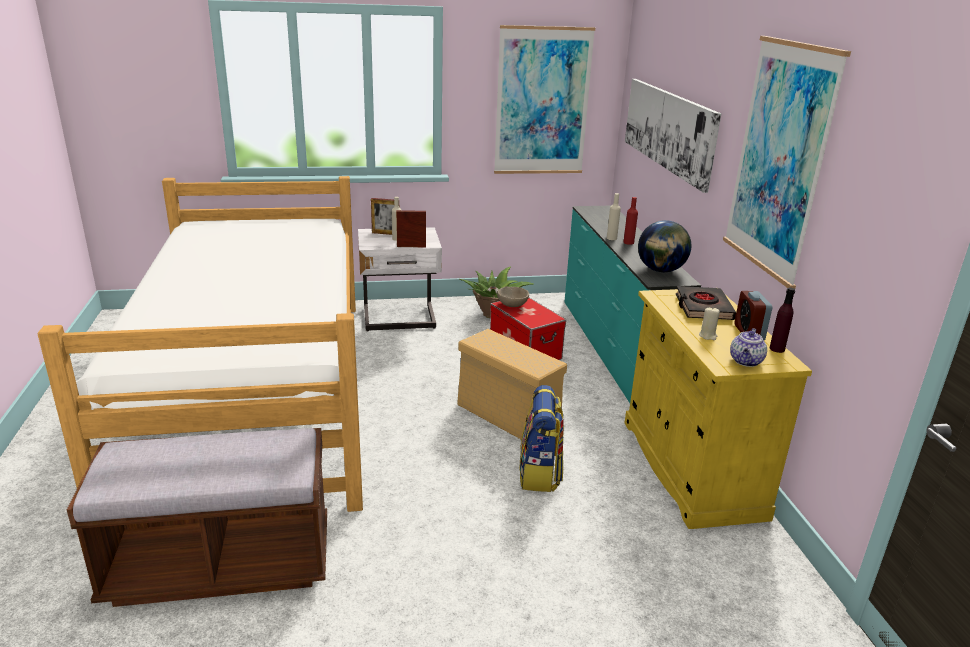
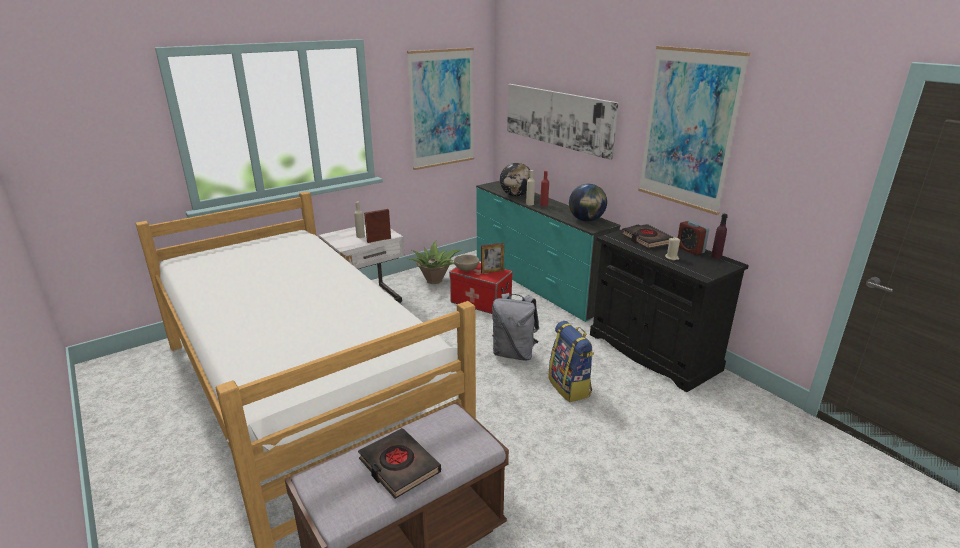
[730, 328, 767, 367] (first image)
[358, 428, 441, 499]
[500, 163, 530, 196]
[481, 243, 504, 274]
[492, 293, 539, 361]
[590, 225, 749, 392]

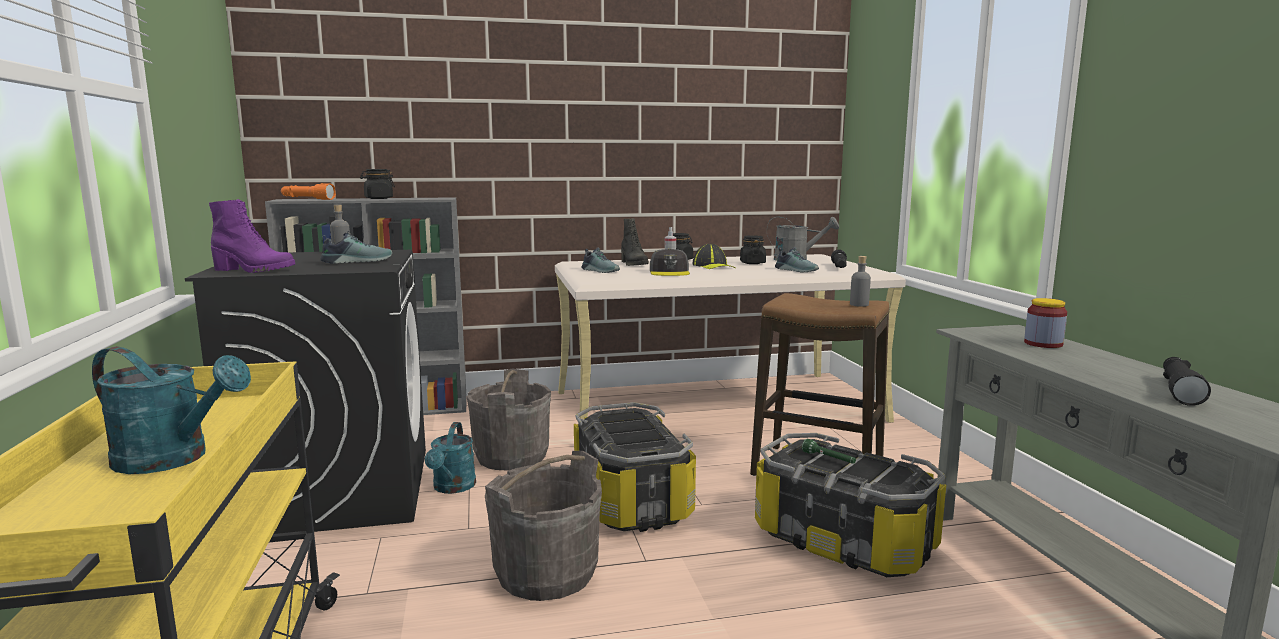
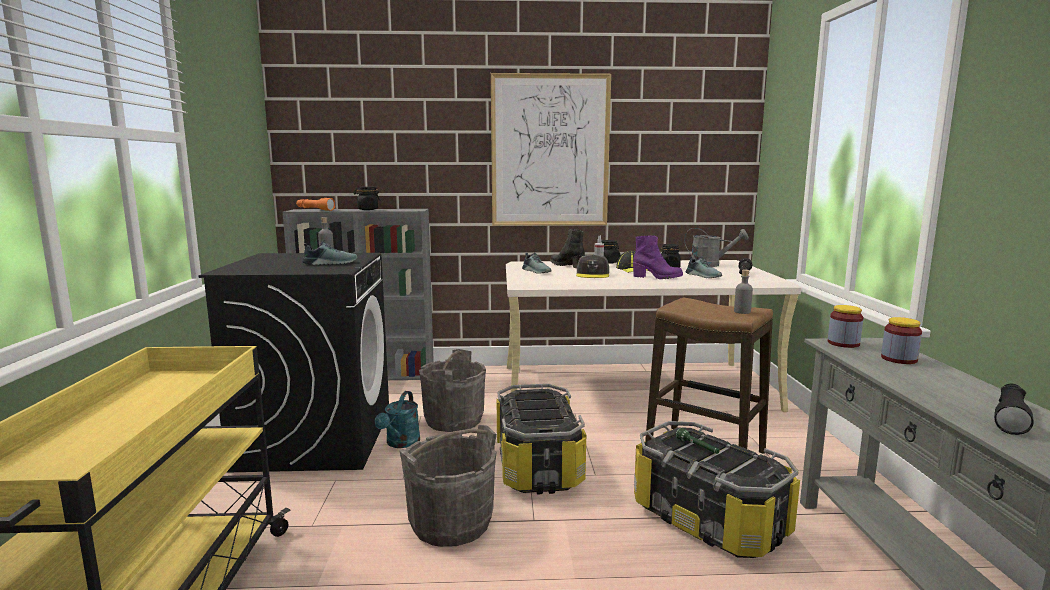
[92, 346, 251, 474] (first image)
[491, 73, 611, 226]
[828, 305, 863, 348]
[633, 235, 683, 279]
[550, 229, 585, 268]

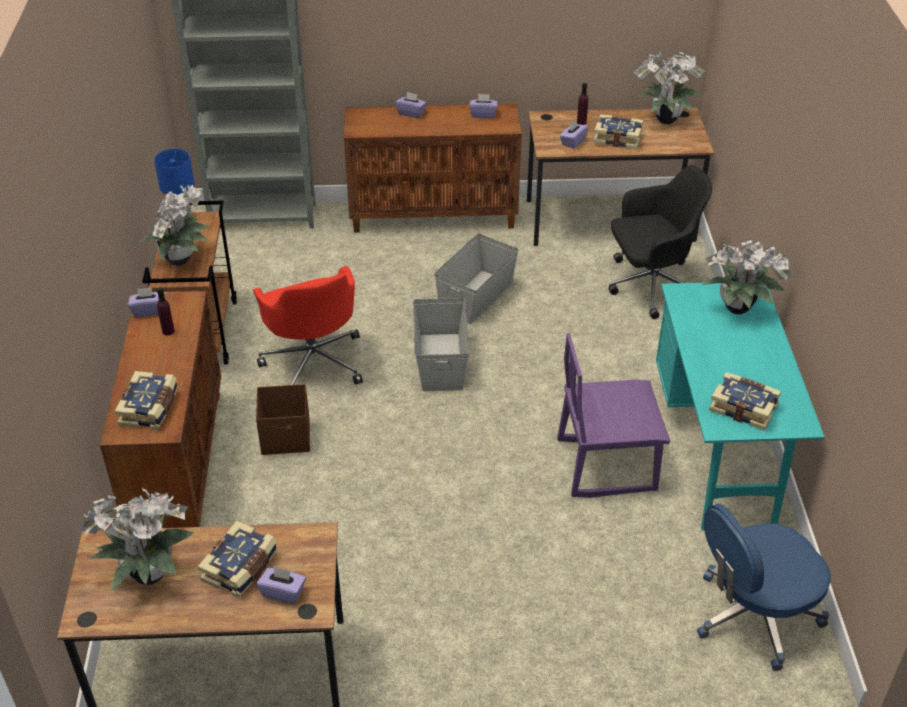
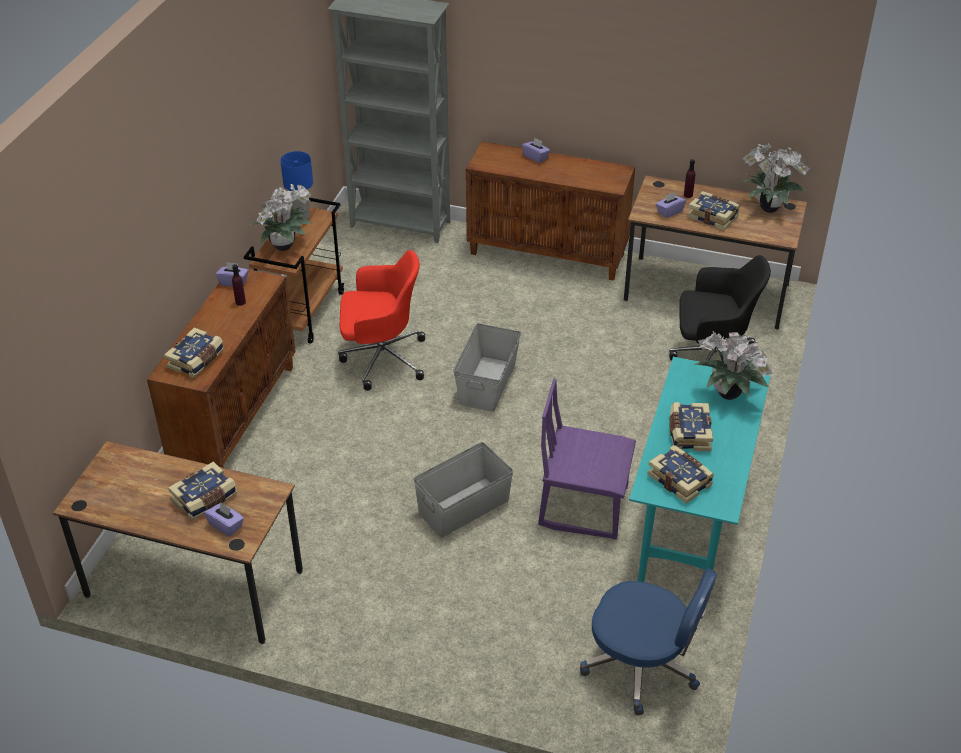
[77, 487, 195, 591] (first image)
[256, 384, 310, 455] (first image)
[469, 94, 498, 118] (first image)
[669, 402, 713, 451]
[414, 442, 513, 538]
[338, 250, 425, 391]
[580, 568, 717, 715]

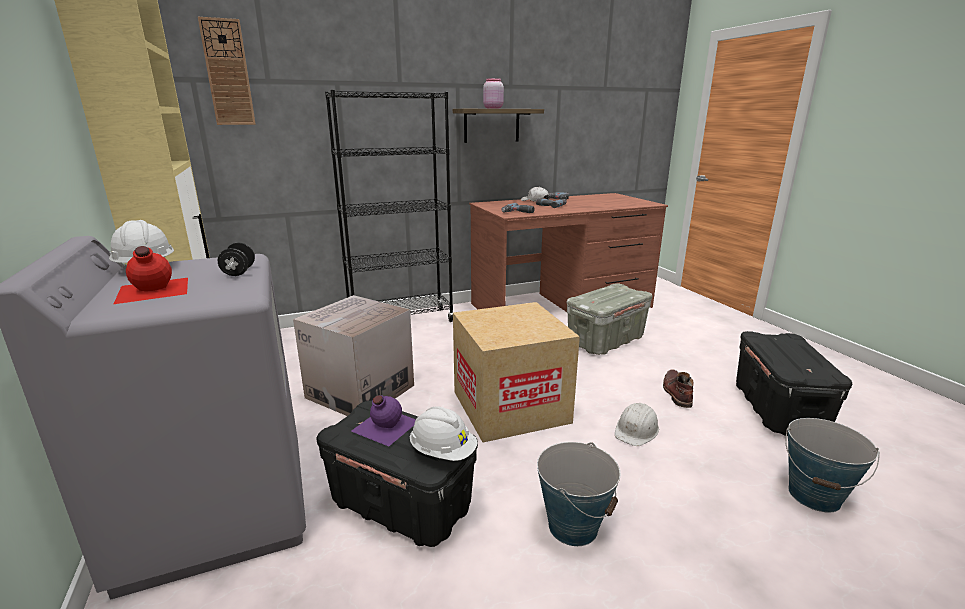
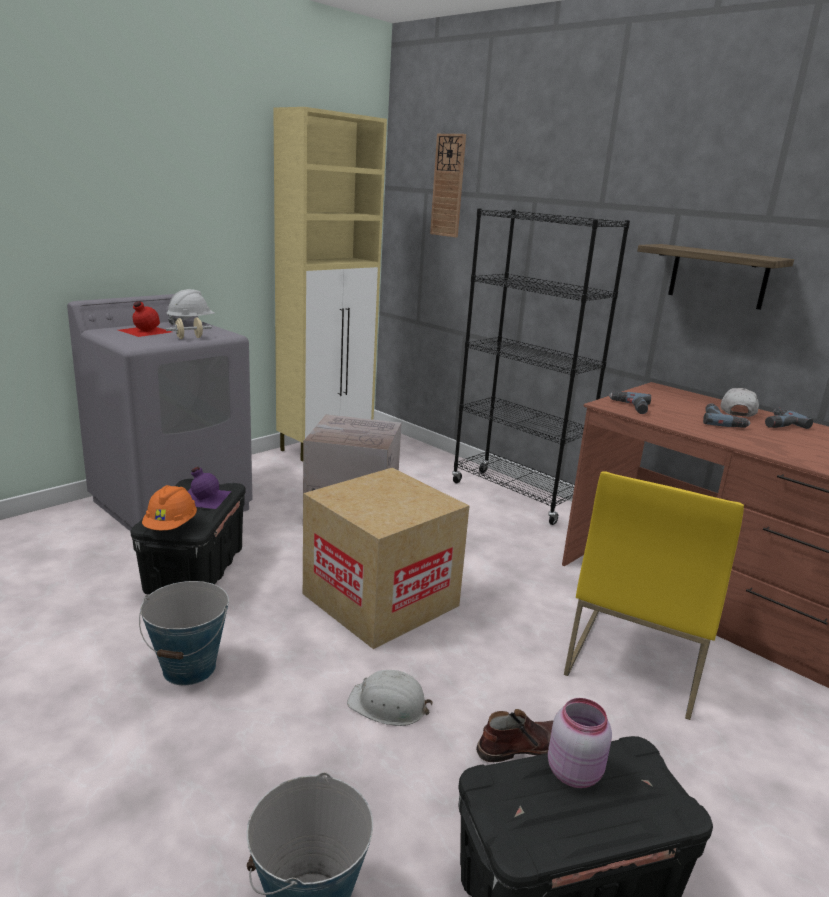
[548, 698, 612, 788]
[564, 471, 744, 720]
[166, 317, 212, 339]
[142, 485, 197, 530]

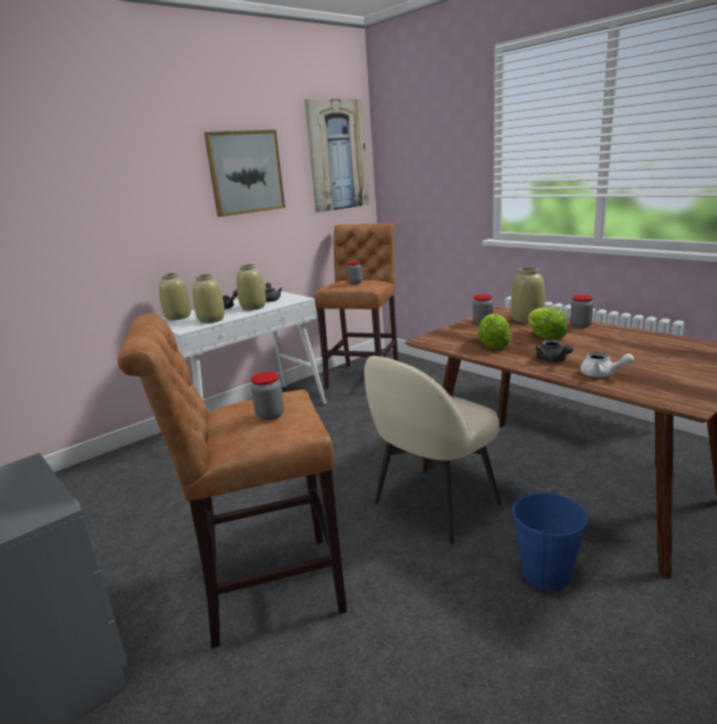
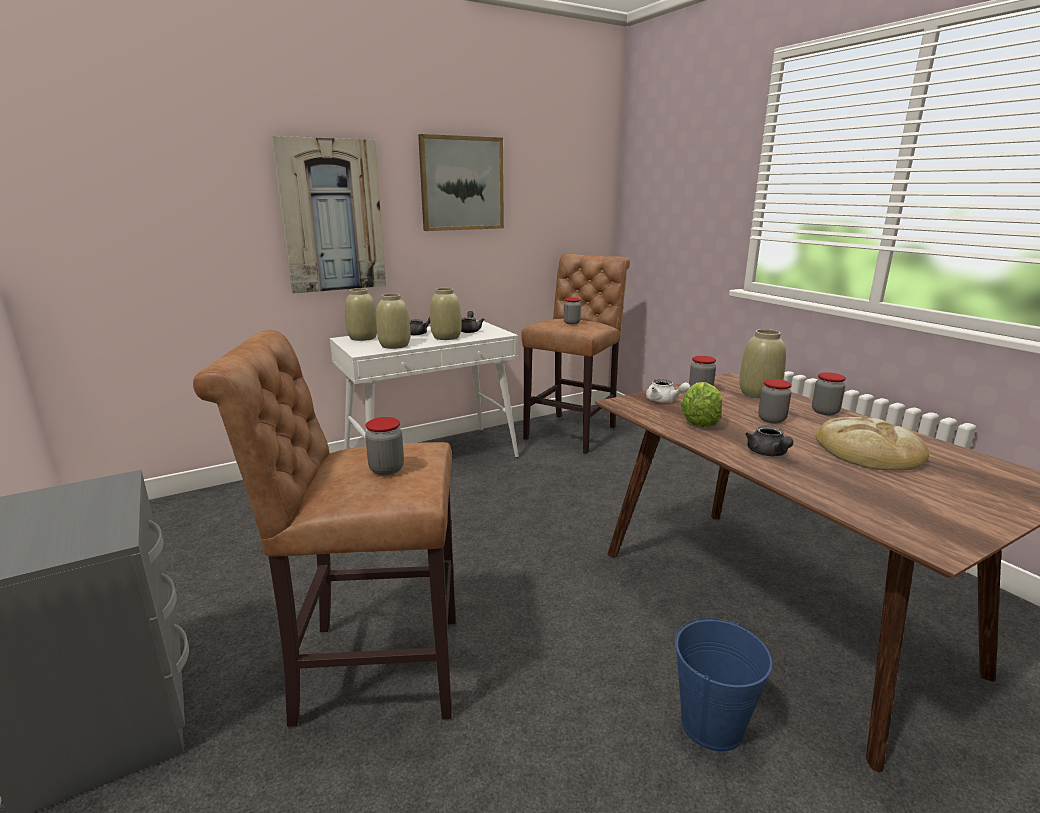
[364, 356, 502, 544] (first image)
[815, 417, 929, 471]
[271, 136, 386, 294]
[646, 379, 690, 403]
[758, 379, 792, 423]

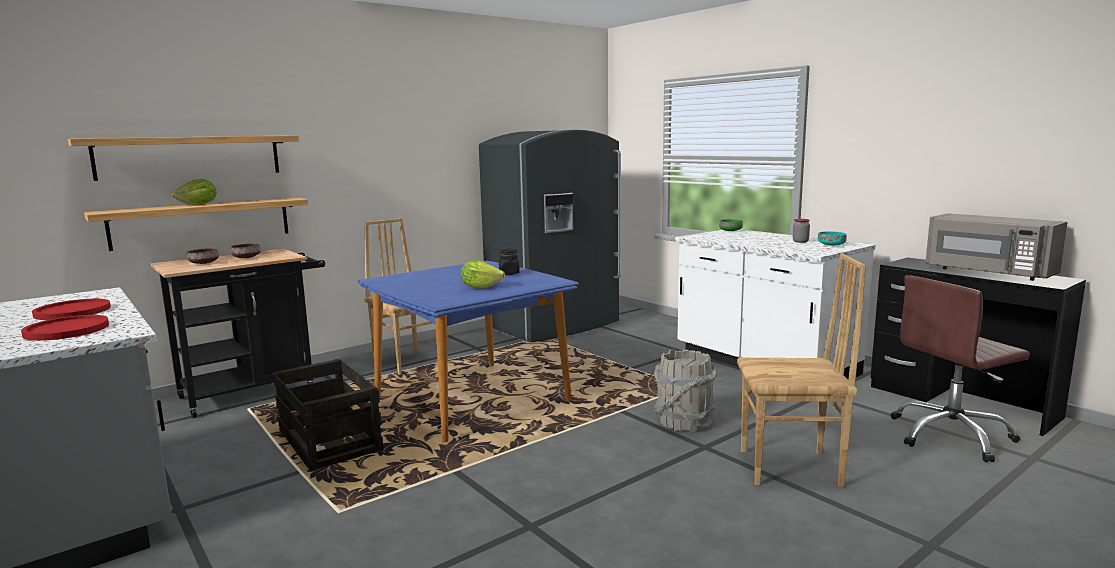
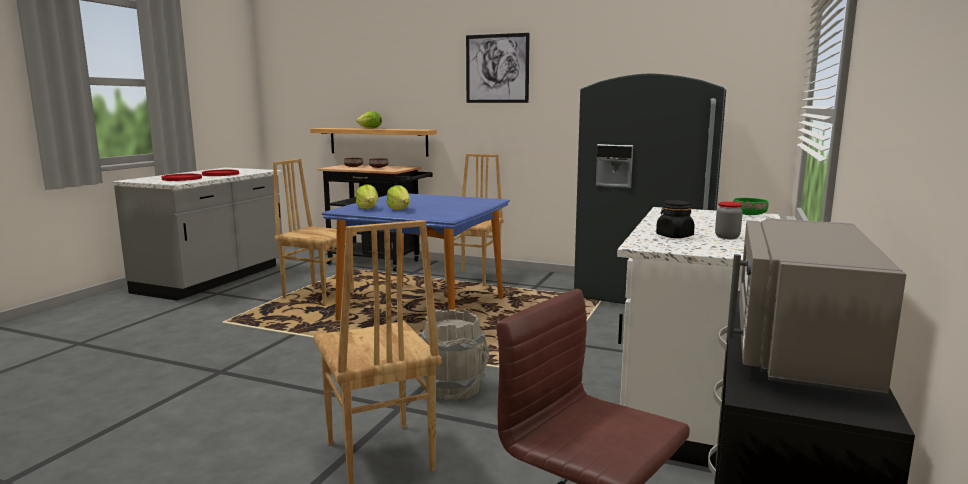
[68, 135, 299, 181] (first image)
[818, 231, 847, 246] (first image)
[356, 184, 378, 209]
[466, 33, 530, 103]
[656, 200, 695, 238]
[273, 159, 357, 305]

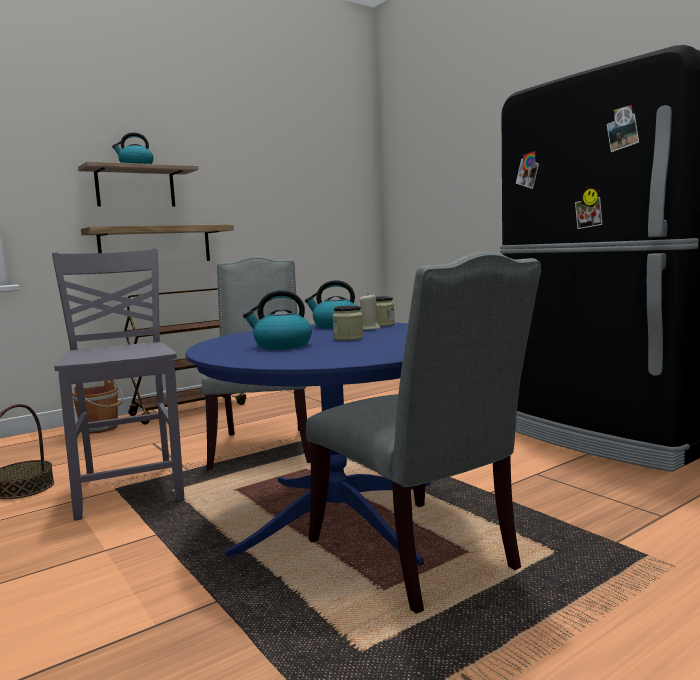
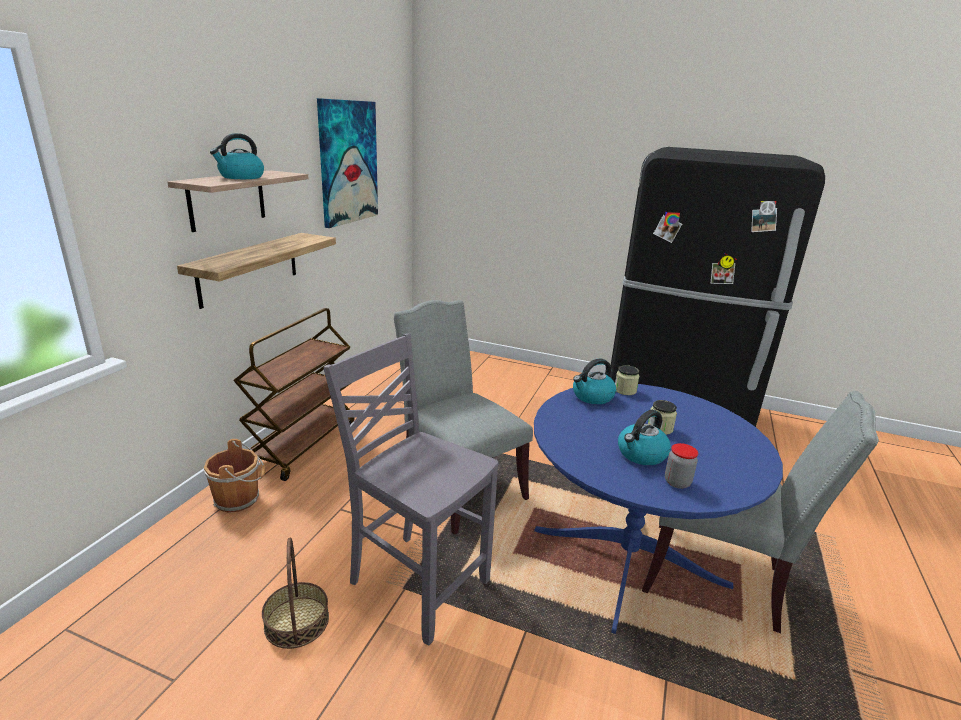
[359, 295, 380, 330] (first image)
[317, 98, 378, 228]
[665, 443, 698, 489]

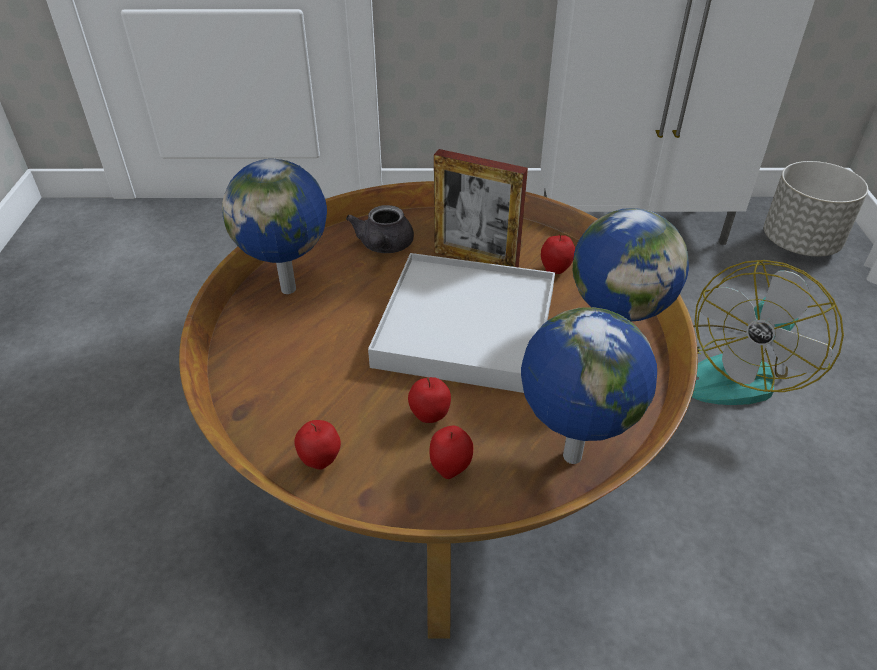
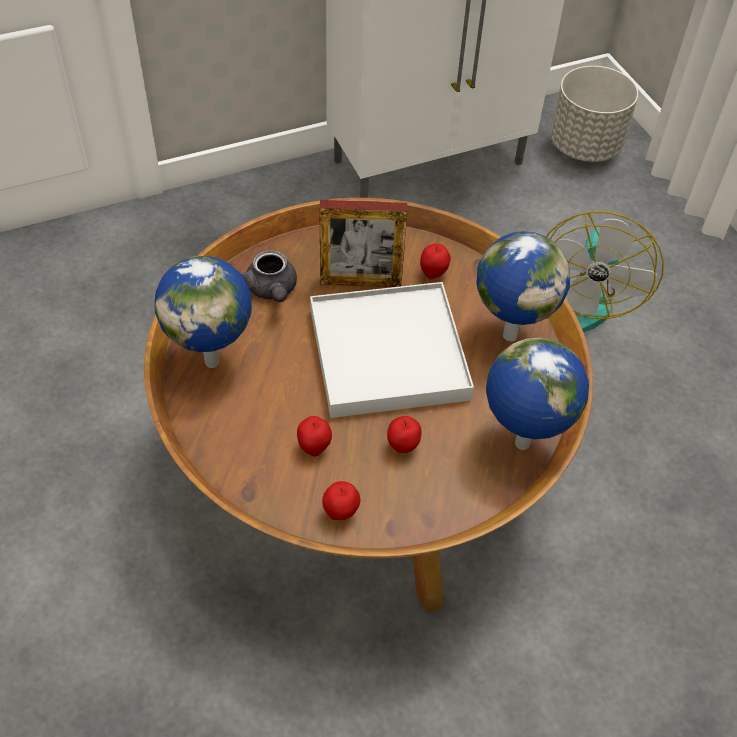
[297, 416, 332, 457]

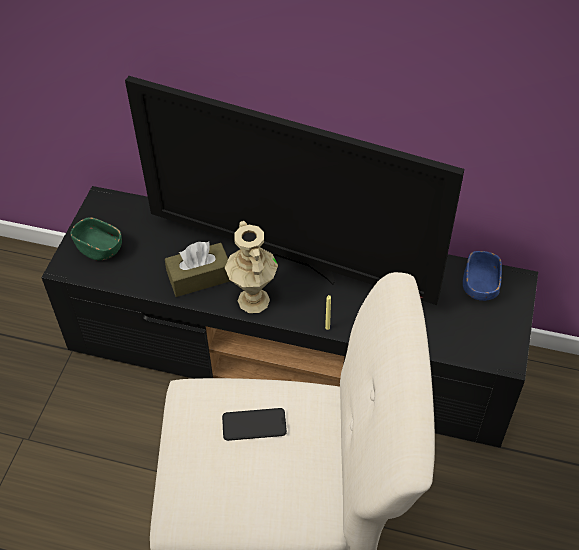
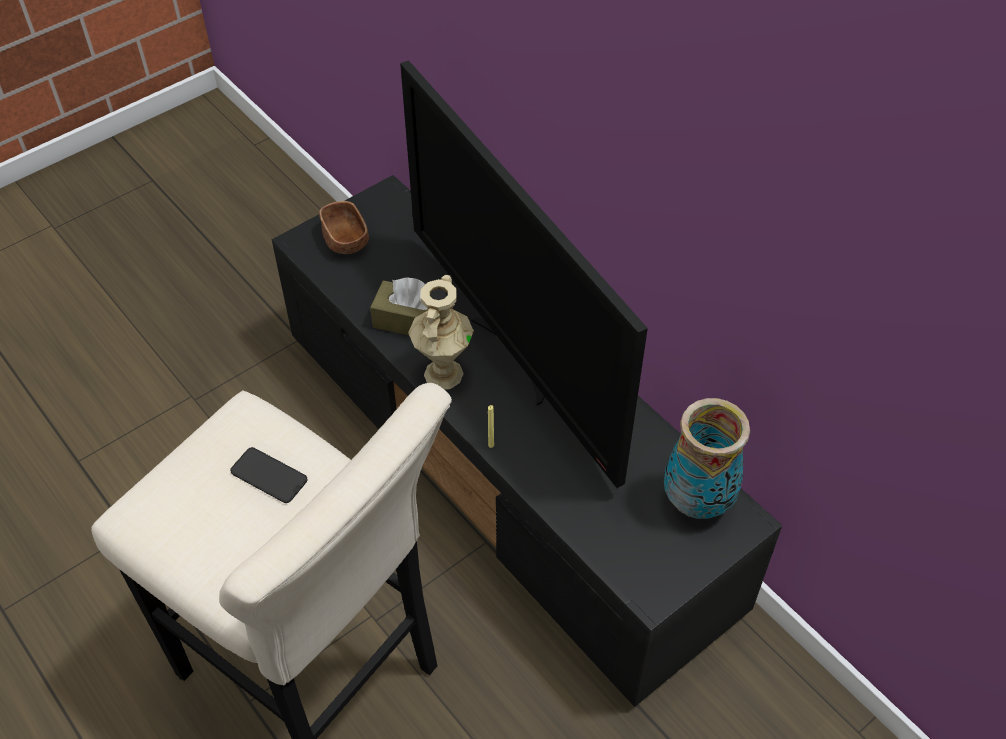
[664, 398, 750, 519]
[319, 201, 369, 254]

